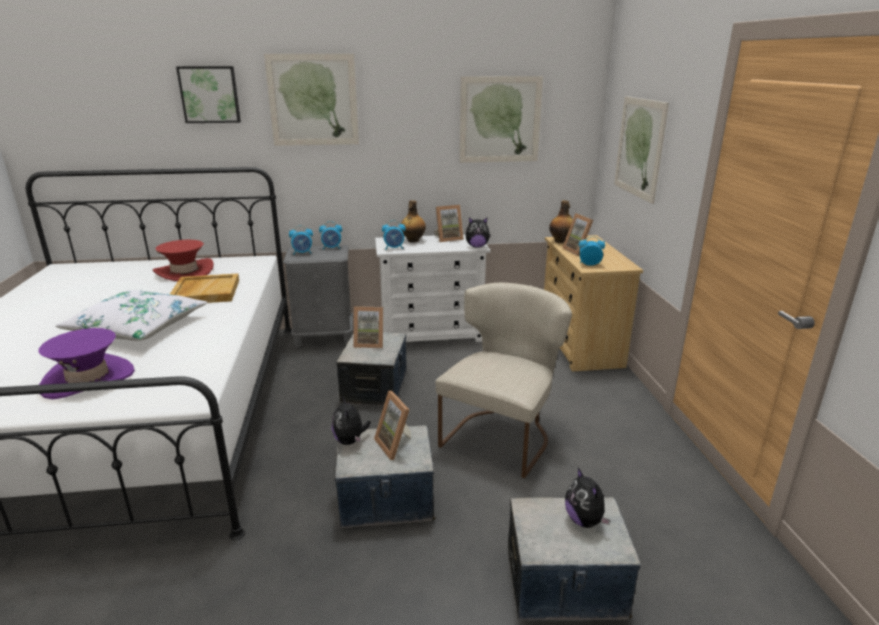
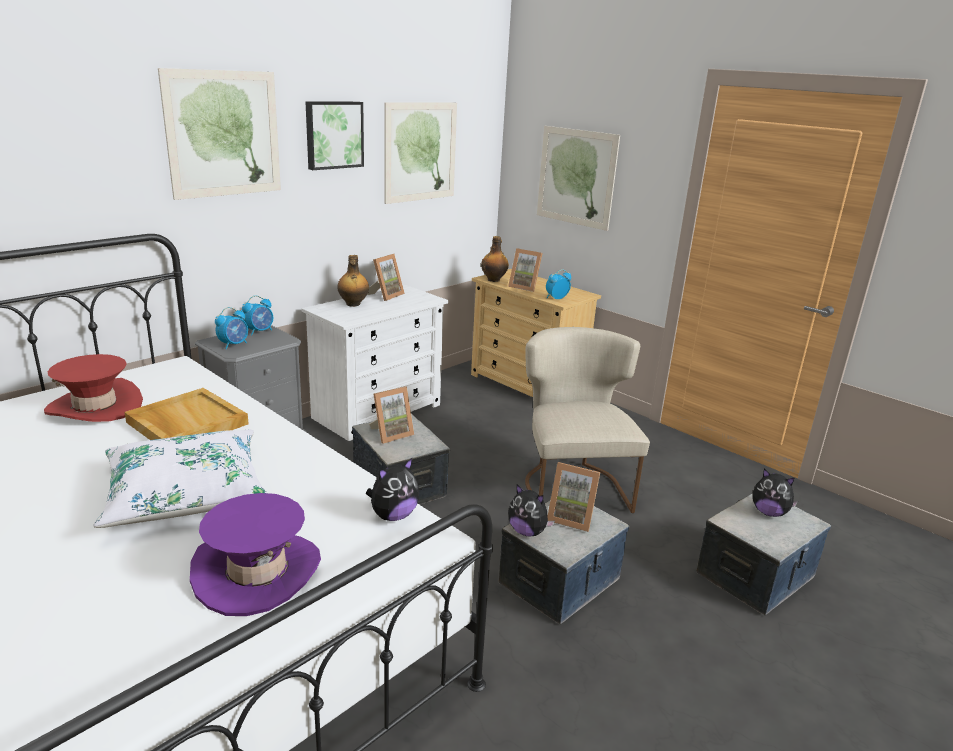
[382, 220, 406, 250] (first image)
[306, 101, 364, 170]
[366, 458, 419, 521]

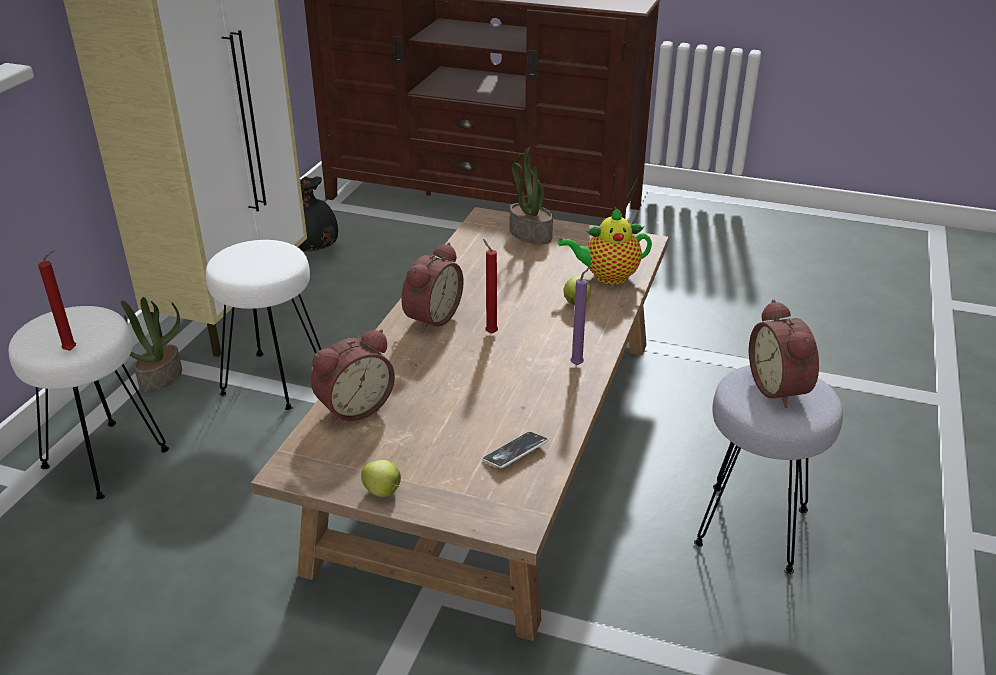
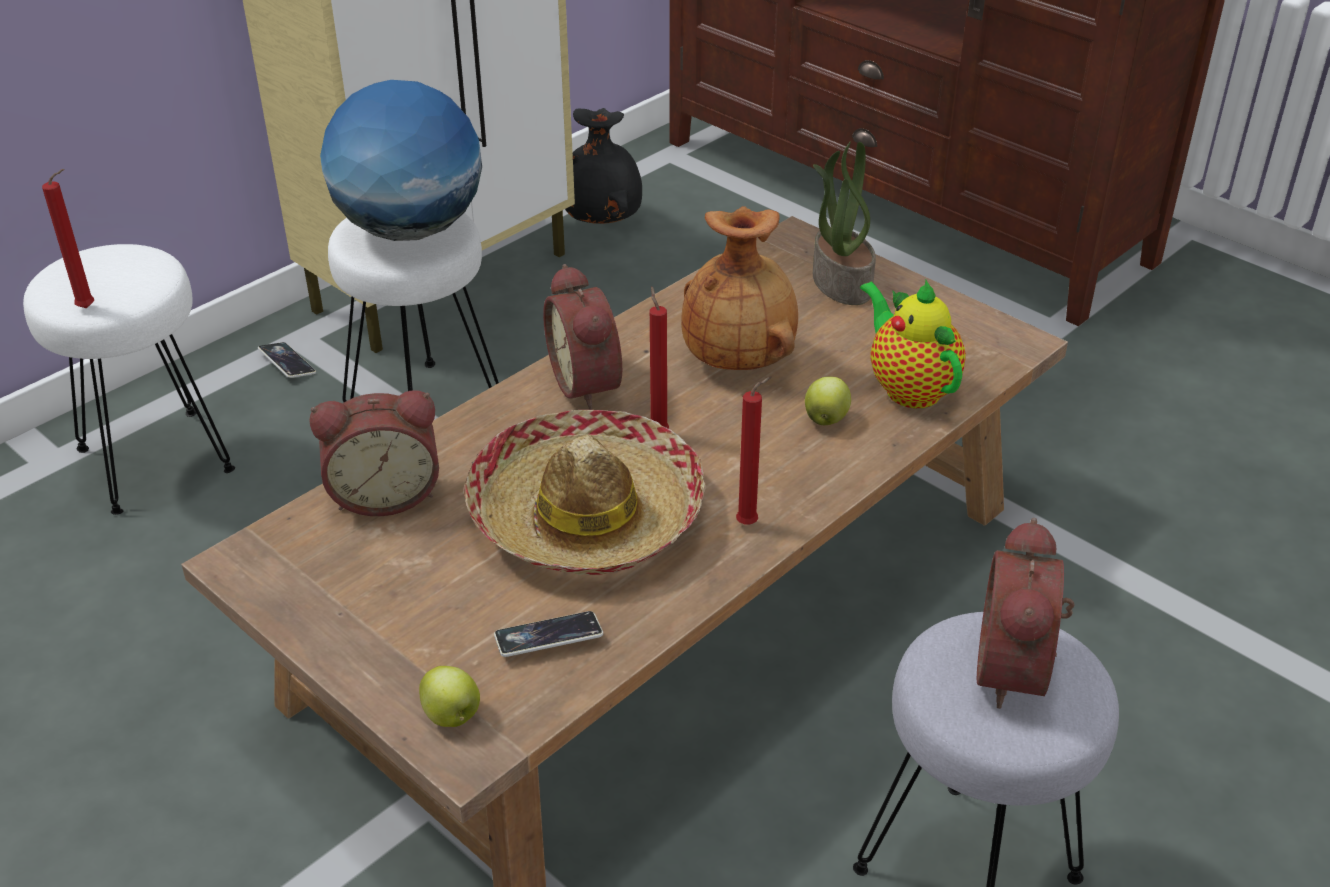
[320, 80, 482, 241]
[463, 410, 706, 575]
[681, 206, 798, 370]
[419, 666, 480, 727]
[258, 342, 316, 378]
[736, 376, 772, 524]
[543, 264, 622, 410]
[860, 280, 966, 408]

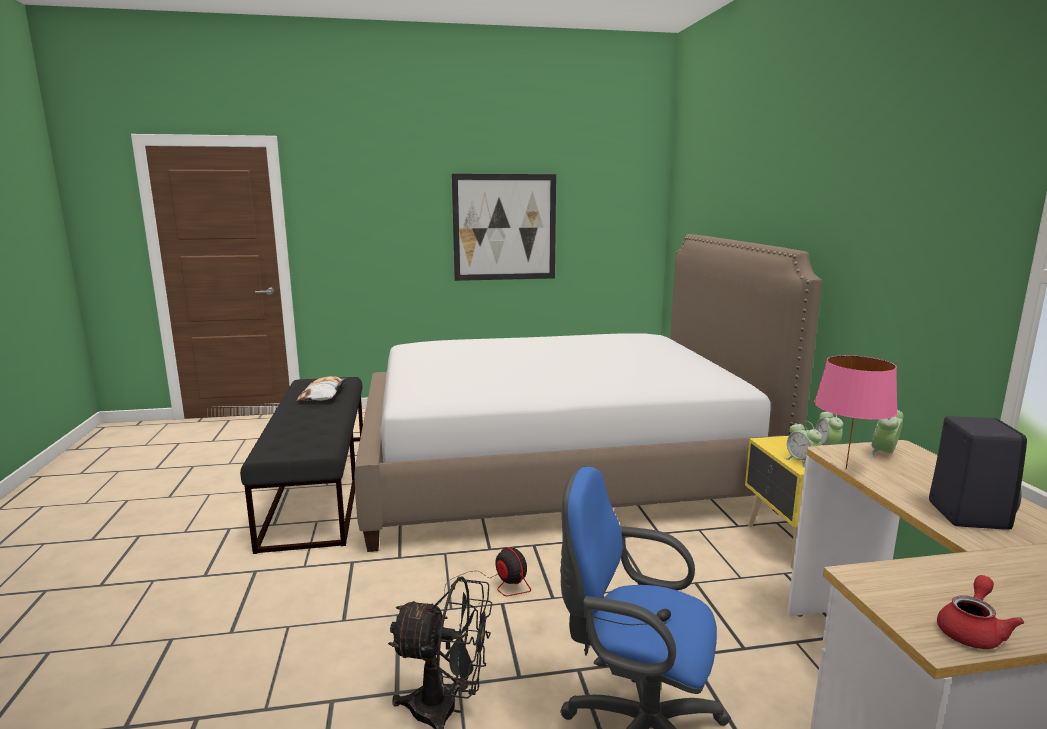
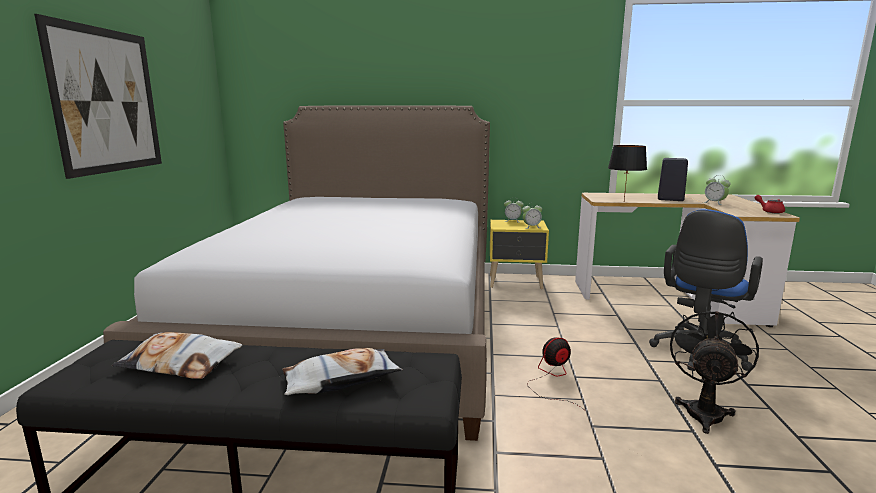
[282, 348, 403, 395]
[703, 175, 731, 205]
[608, 145, 647, 200]

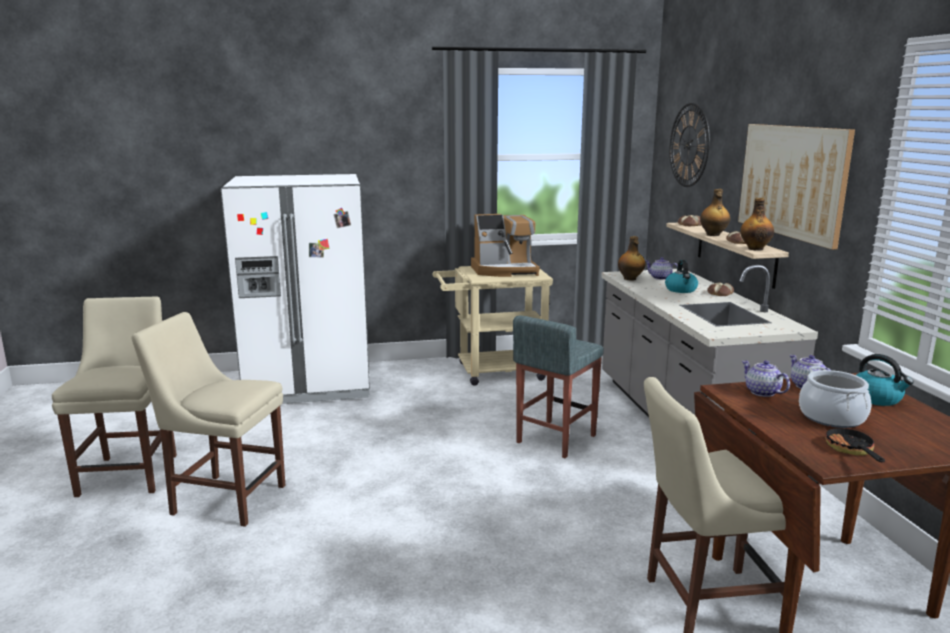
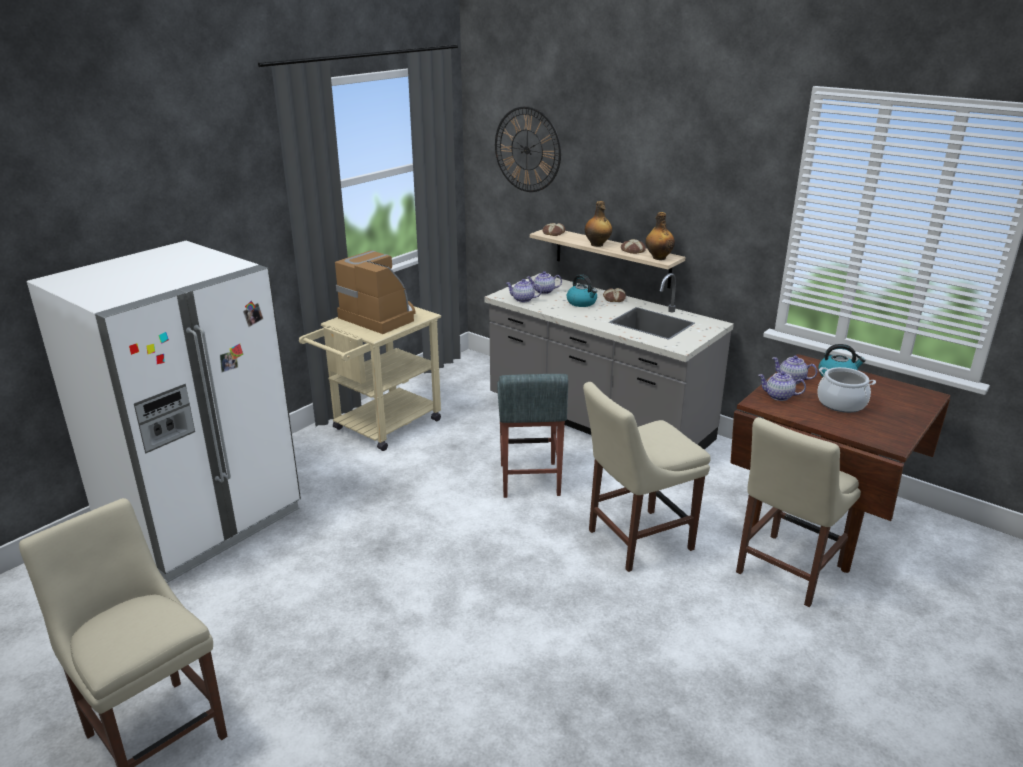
[738, 124, 855, 250] (first image)
[825, 425, 885, 462] (first image)
[583, 382, 711, 572]
[506, 279, 542, 302]
[335, 250, 416, 334]

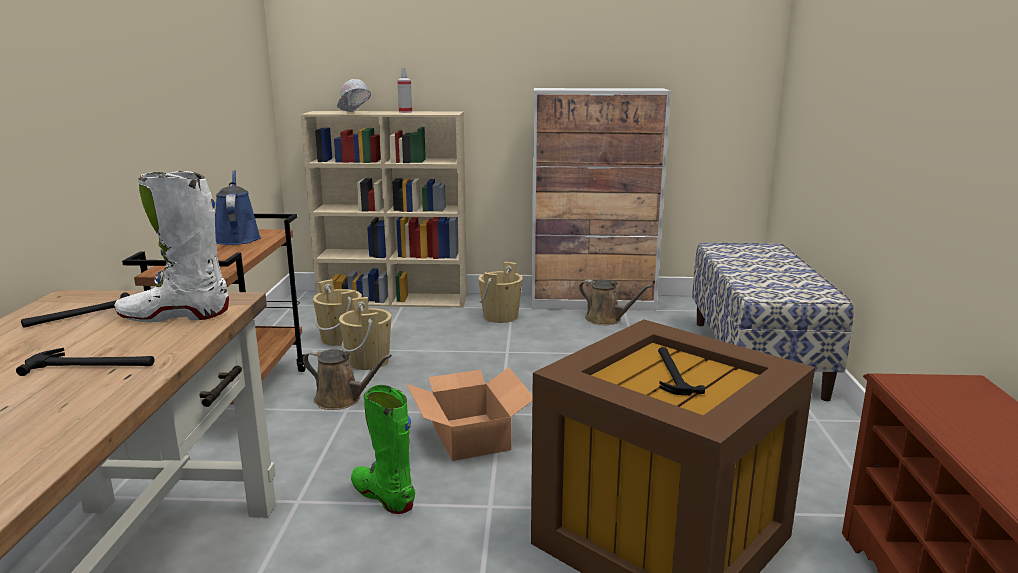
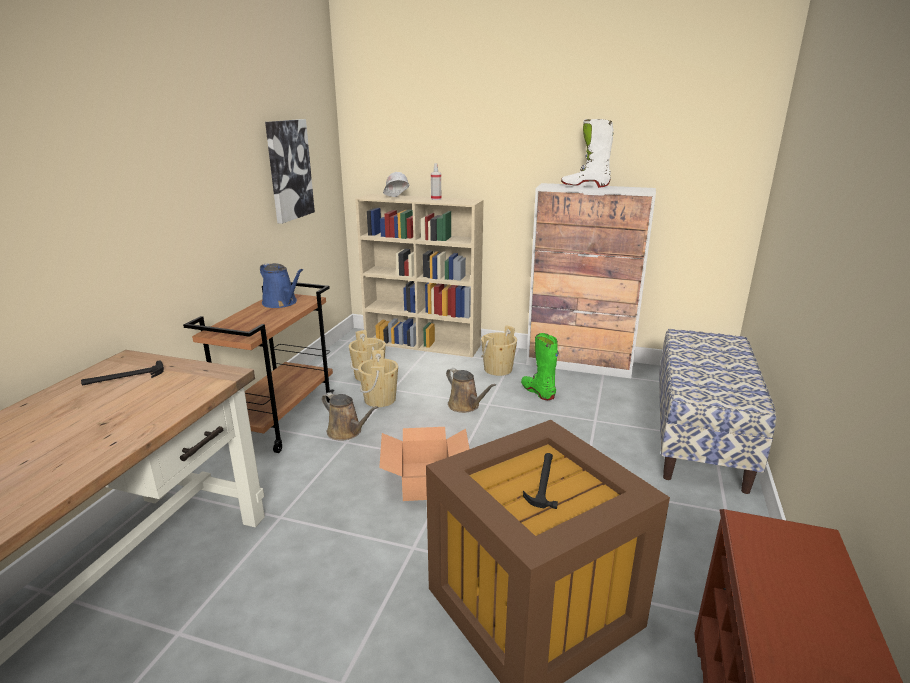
[16, 348, 155, 376] (first image)
[265, 119, 315, 224]
[561, 119, 614, 188]
[521, 333, 559, 400]
[446, 368, 496, 413]
[260, 263, 303, 308]

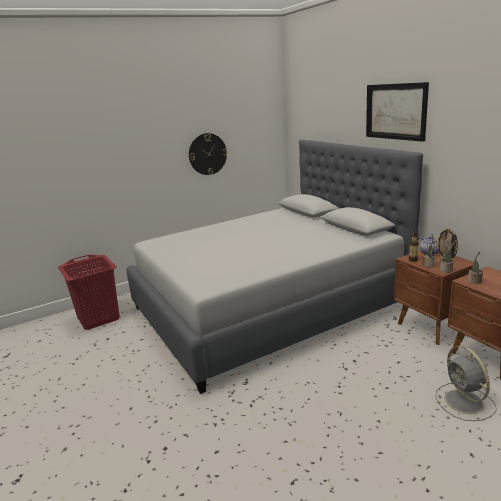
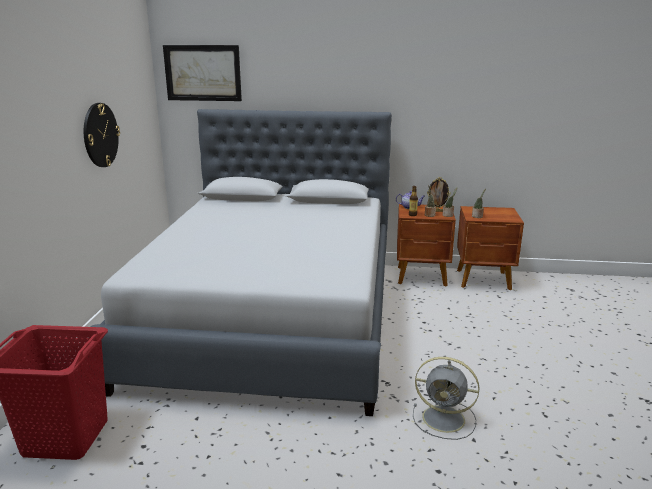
[163, 45, 242, 101]
[413, 357, 479, 440]

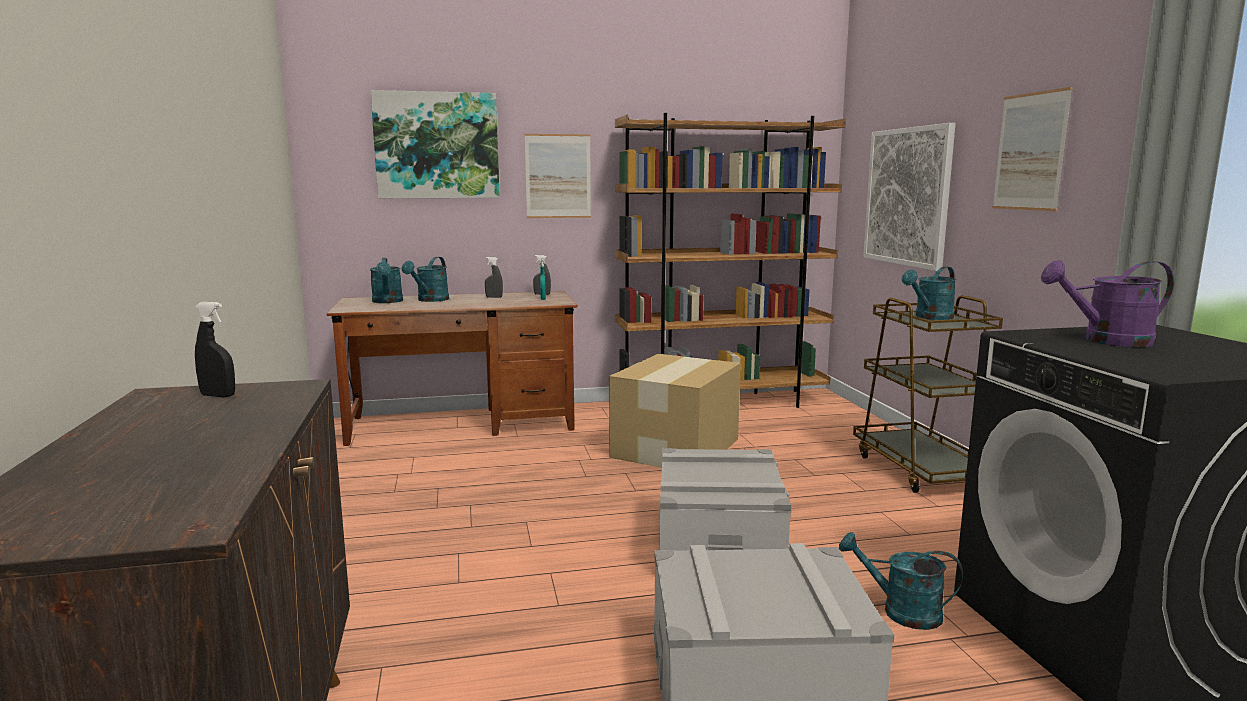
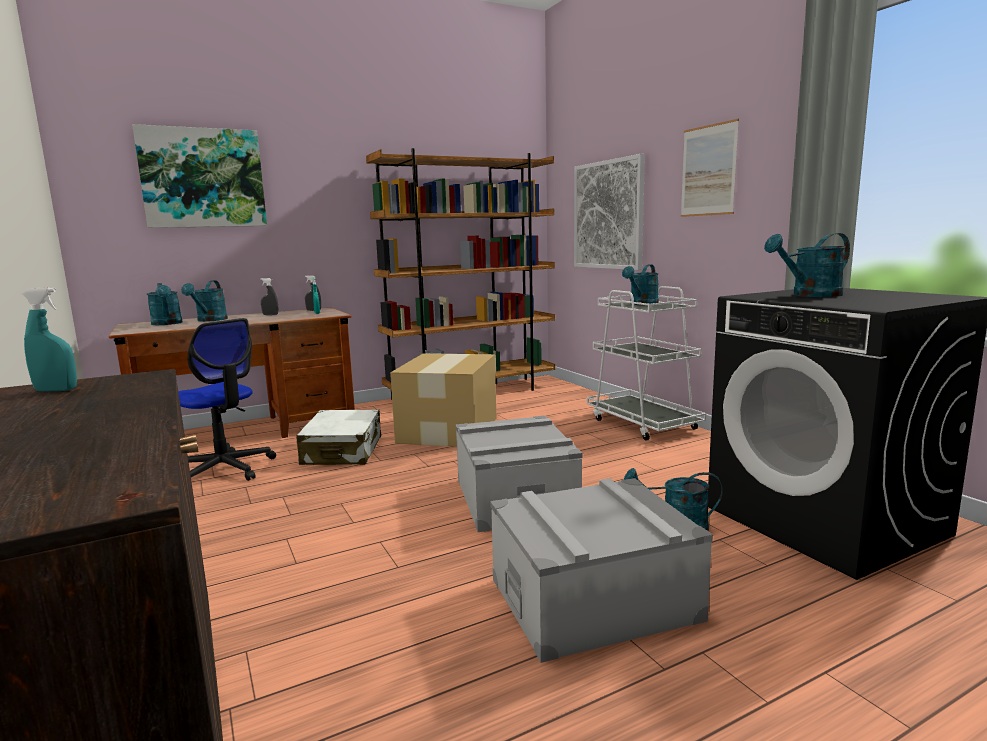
[525, 134, 591, 218] (first image)
[178, 318, 276, 481]
[296, 409, 381, 465]
[22, 287, 77, 392]
[587, 286, 706, 440]
[764, 233, 850, 297]

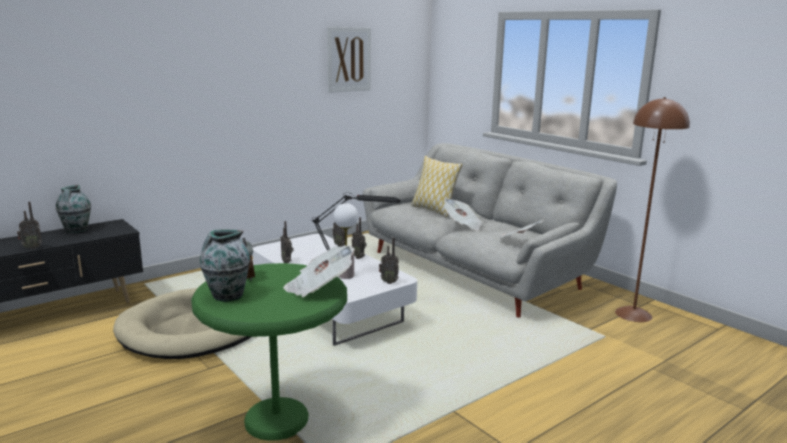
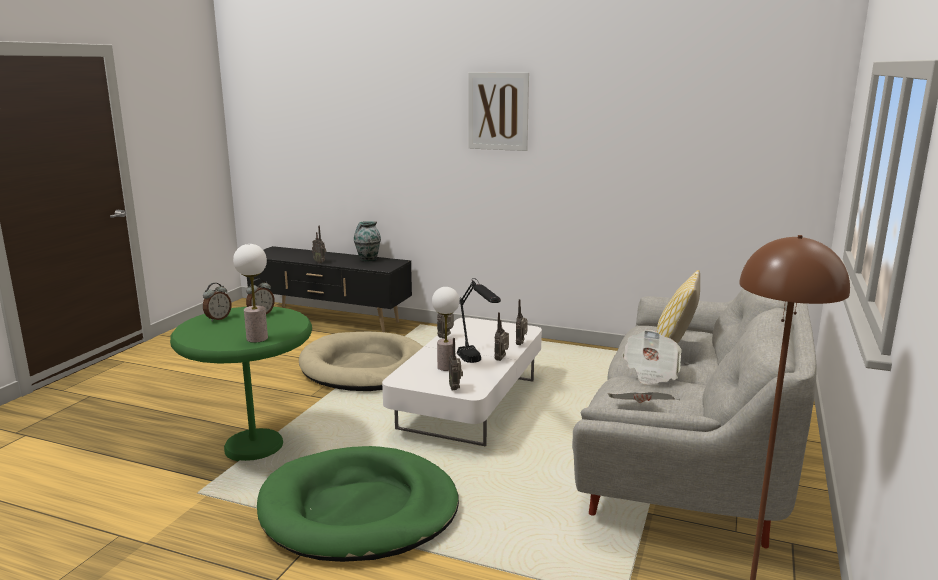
[257, 446, 459, 562]
[469, 72, 529, 151]
[203, 283, 232, 322]
[233, 244, 268, 343]

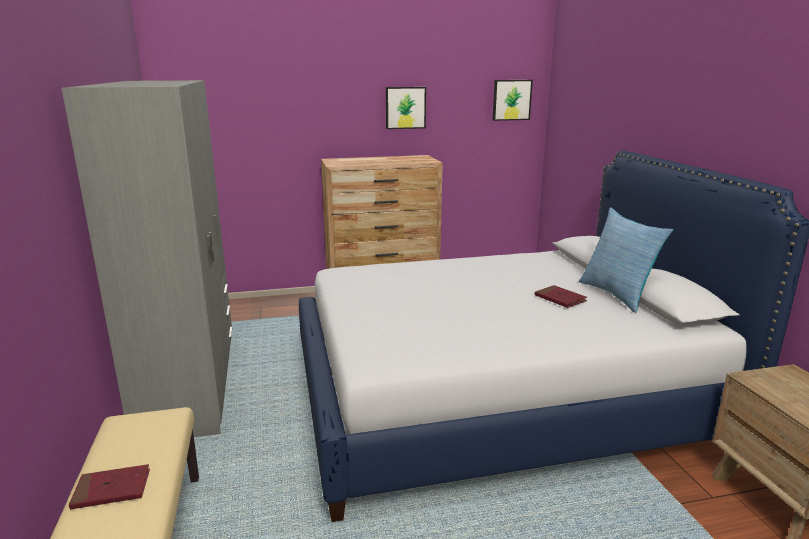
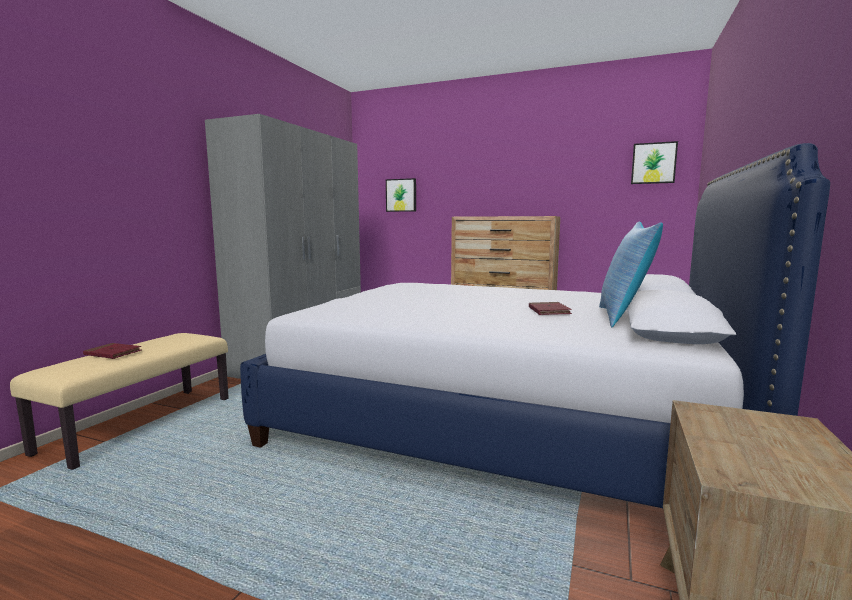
[386, 178, 416, 212]

